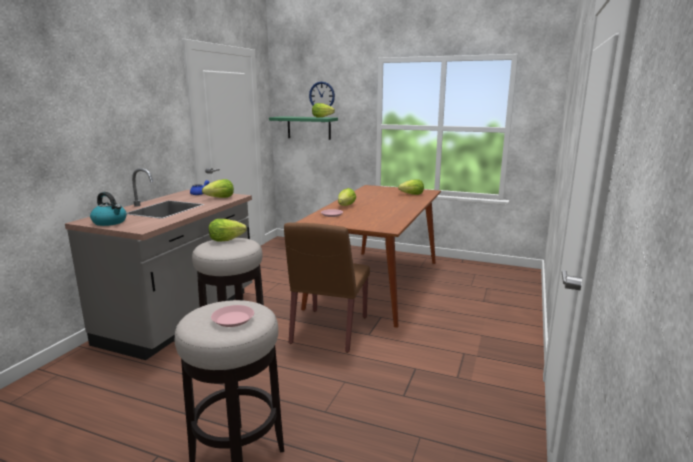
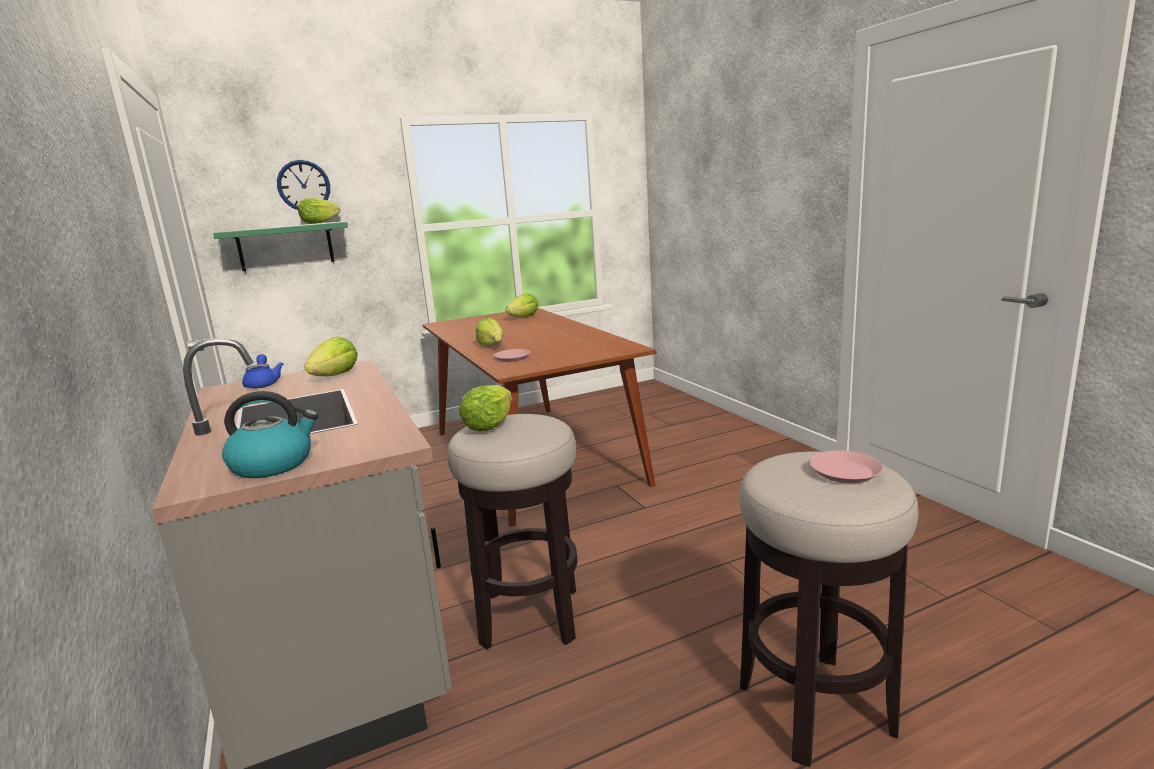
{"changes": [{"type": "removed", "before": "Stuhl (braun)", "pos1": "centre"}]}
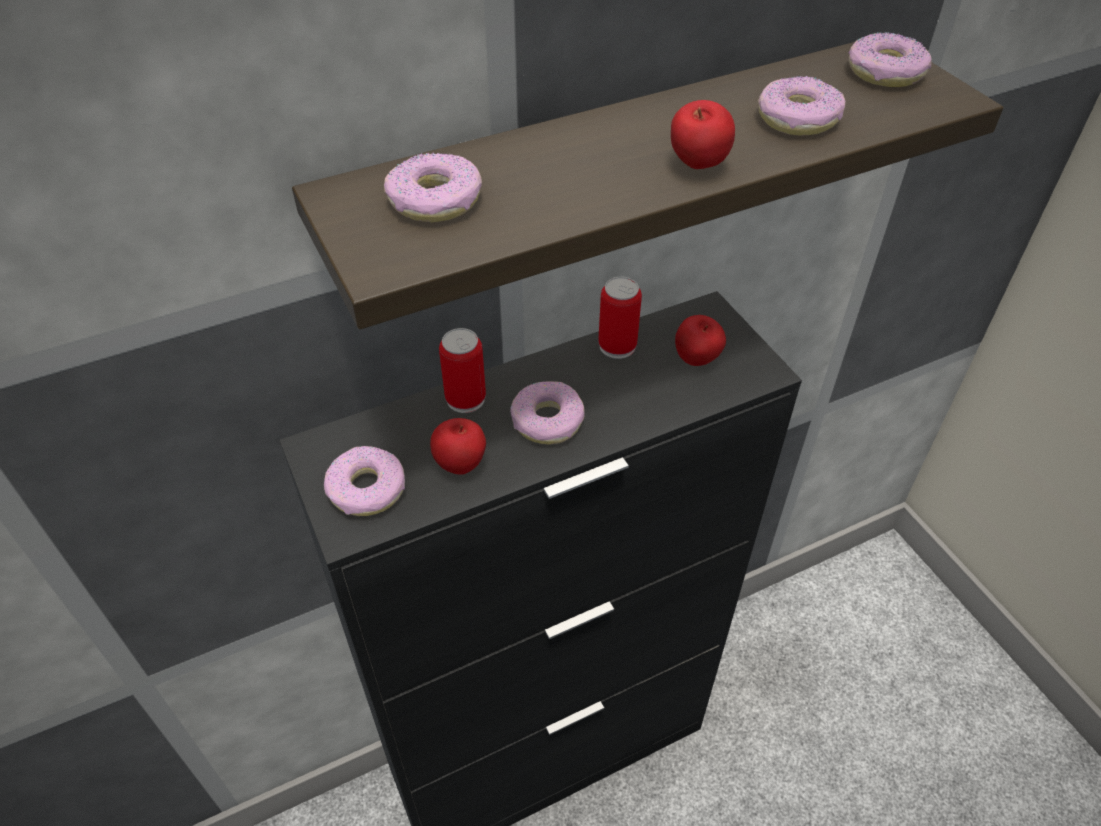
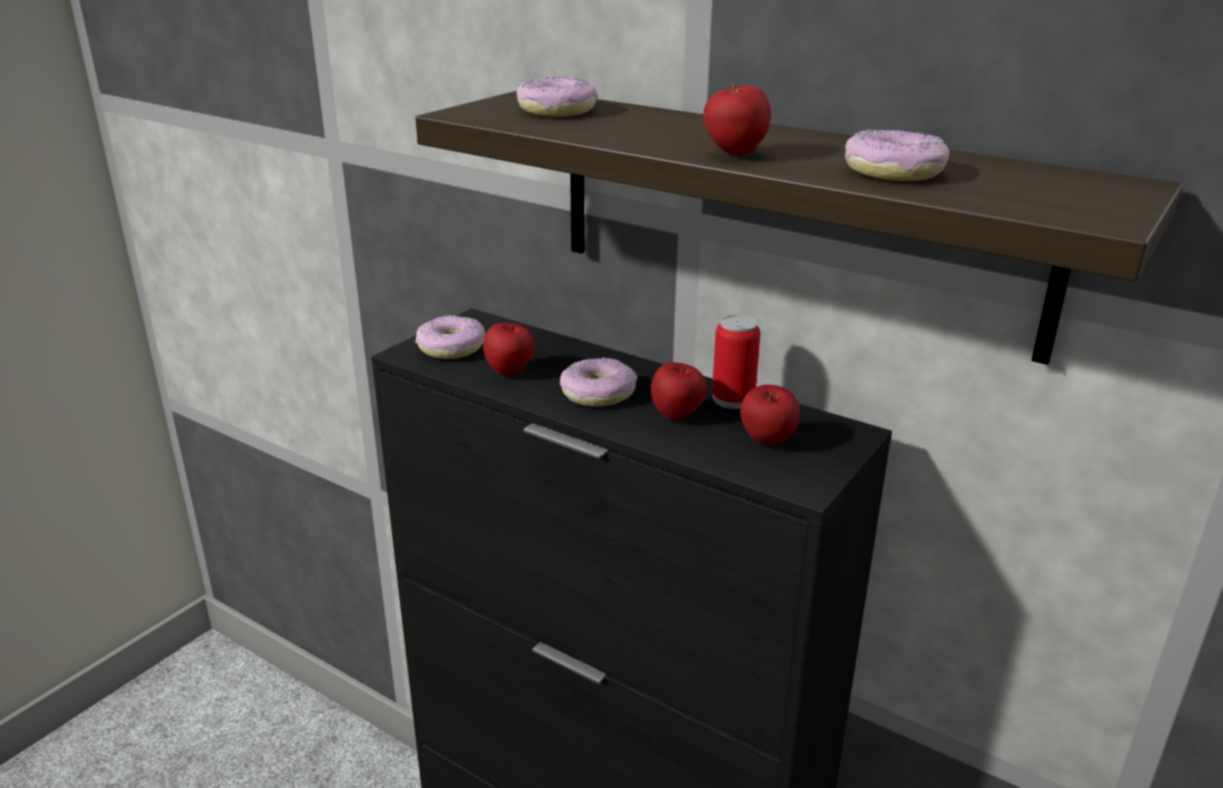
{"changes": [{"type": "removed", "before": "Dose (1st from left)", "pos1": "centre"}, {"type": "removed", "before": "Donut (5th from left)", "pos1": "top right"}, {"type": "added", "after": "Apfel (2nd from left)", "pos2": "centre"}]}
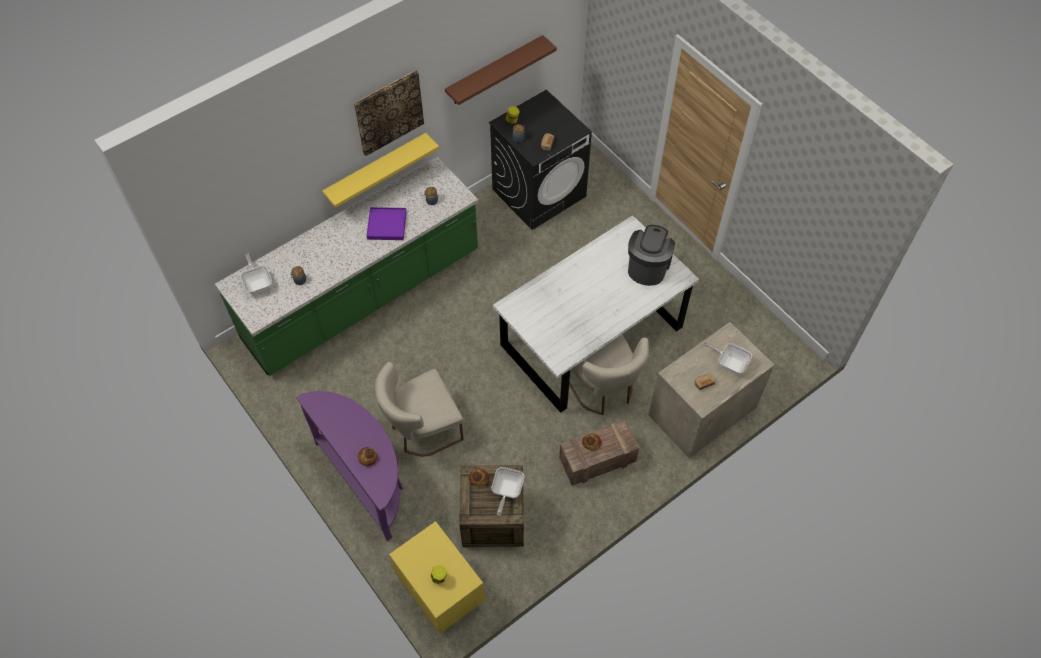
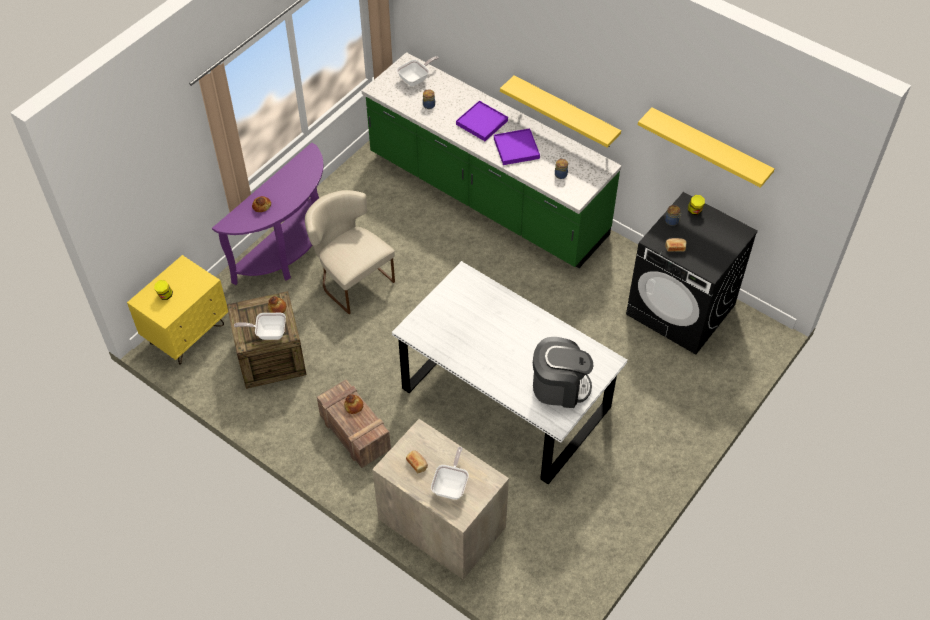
{"changes": [{"type": "removed", "before": "Bild", "pos1": "top centre"}, {"type": "recoloured", "before": "Wandregal (braun)", "after": "Wandregal (gelb) (2nd from left)", "pos1": "top centre", "pos2": "top right"}, {"type": "removed", "before": "Stuhl (beige) (2nd from left)", "pos1": "centre"}, {"type": "added", "after": "Tablett (lila) (1st from left)", "pos2": "top centre"}]}
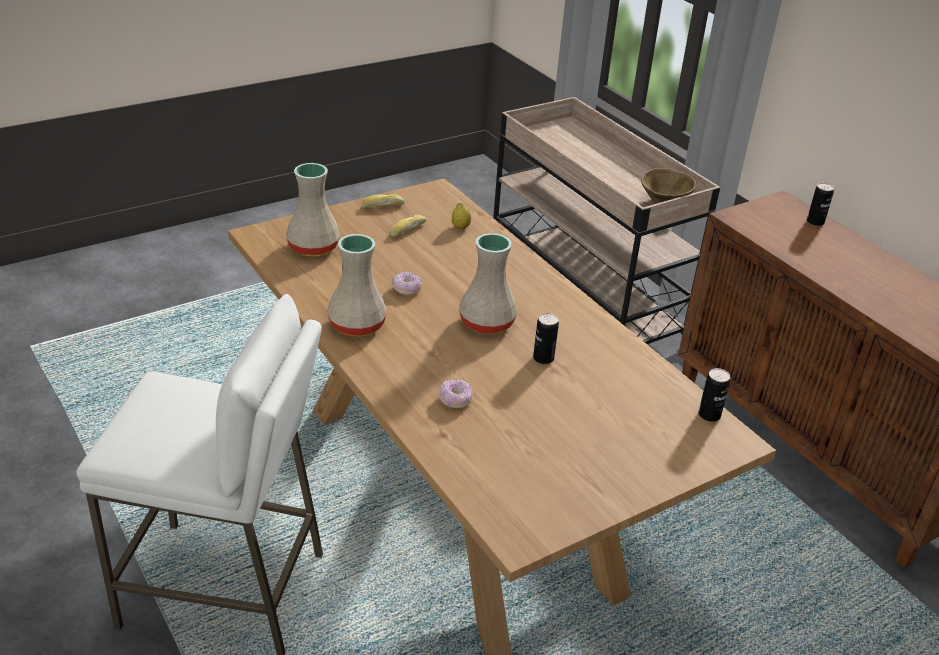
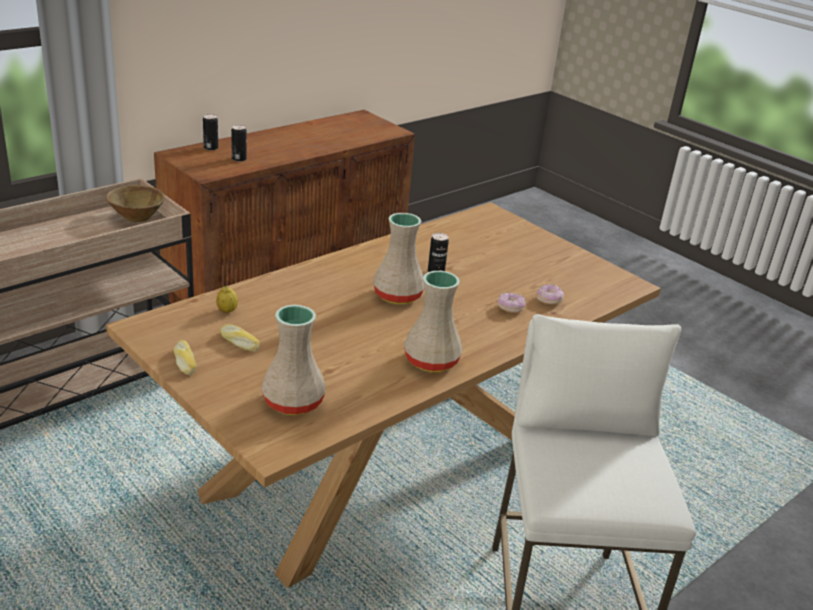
{"changes": [{"type": "moved", "before": "Donut (1st from left in the first image)", "after": "Donut (2nd from left)", "pos1": "centre", "pos2": "middle right"}, {"type": "moved", "before": "Dose (2nd from left)", "pos1": "middle right", "pos2": "top left"}]}
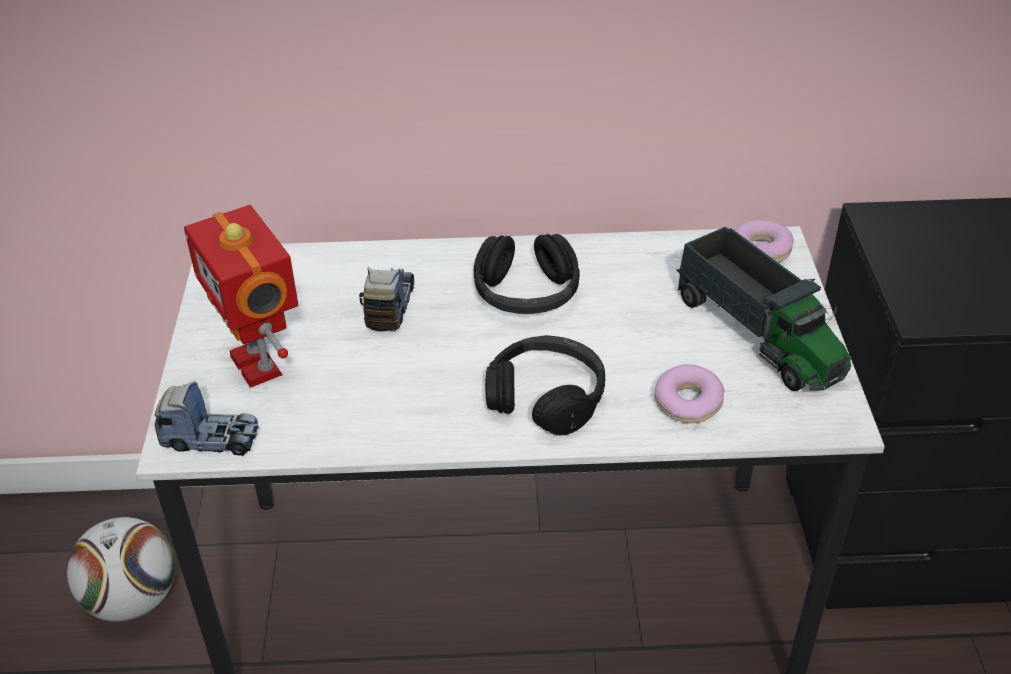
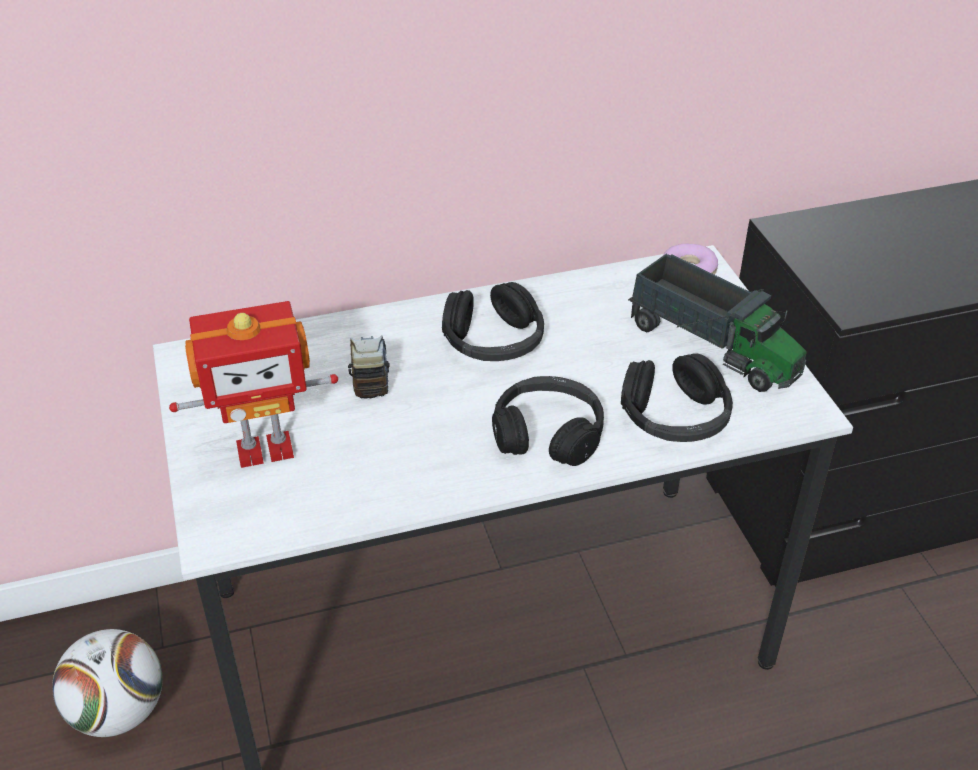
{"changes": [{"type": "removed", "before": "Spielzeuglaster (1st from left)", "pos1": "middle left"}, {"type": "turned", "before": "Spielzeugroboter", "pos1": "middle left", "pos2": "middle left", "turn": -60}, {"type": "replaced", "before": "Donut (1st from left)", "after": "Kopfhörer (schwarz) (3rd from left)", "pos1": "middle right", "pos2": "middle right"}]}
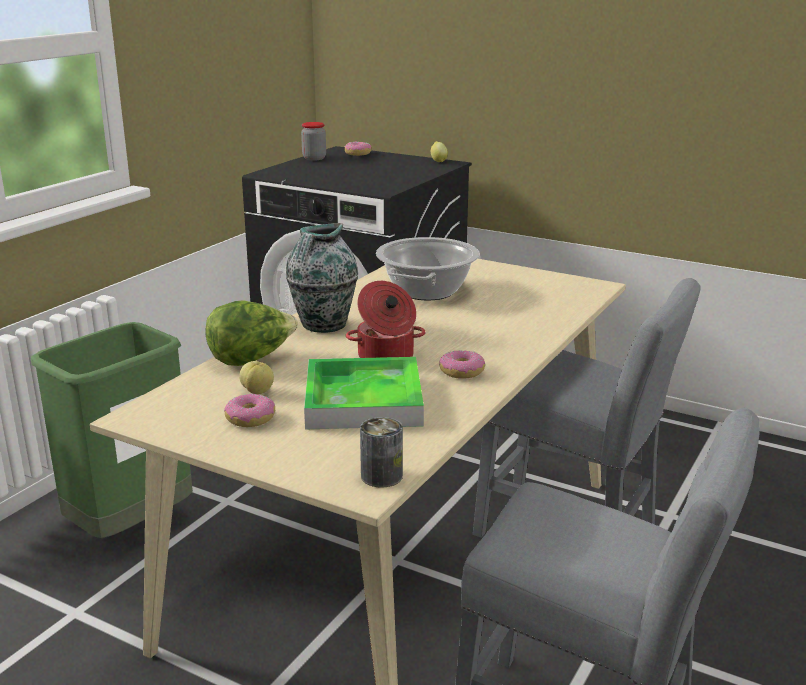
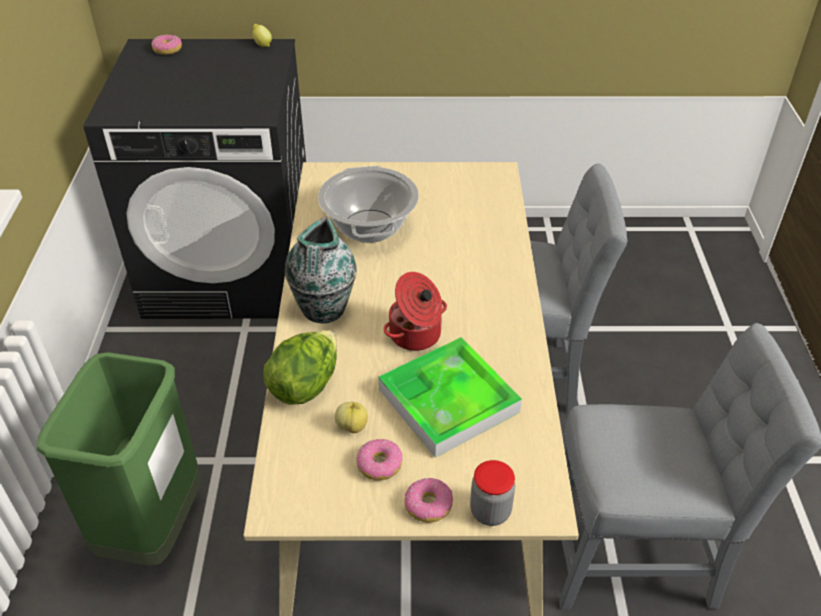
{"changes": [{"type": "moved", "before": "Vorratsglas", "pos1": "top centre", "pos2": "bottom centre"}, {"type": "removed", "before": "Dose", "pos1": "centre"}, {"type": "moved", "before": "Donut (3rd from left)", "pos1": "centre", "pos2": "bottom centre"}]}
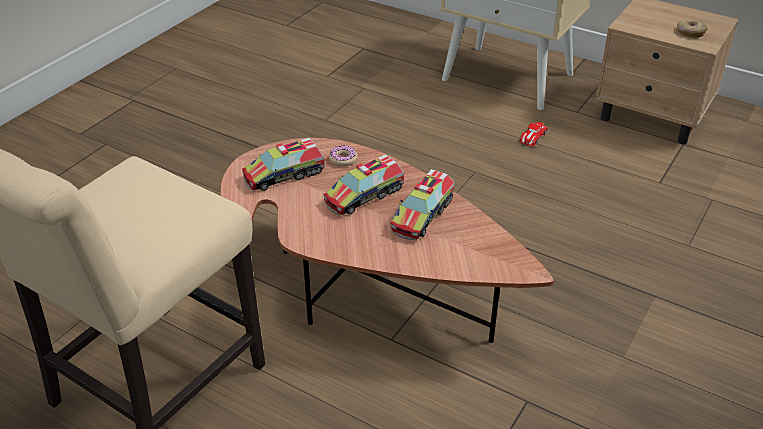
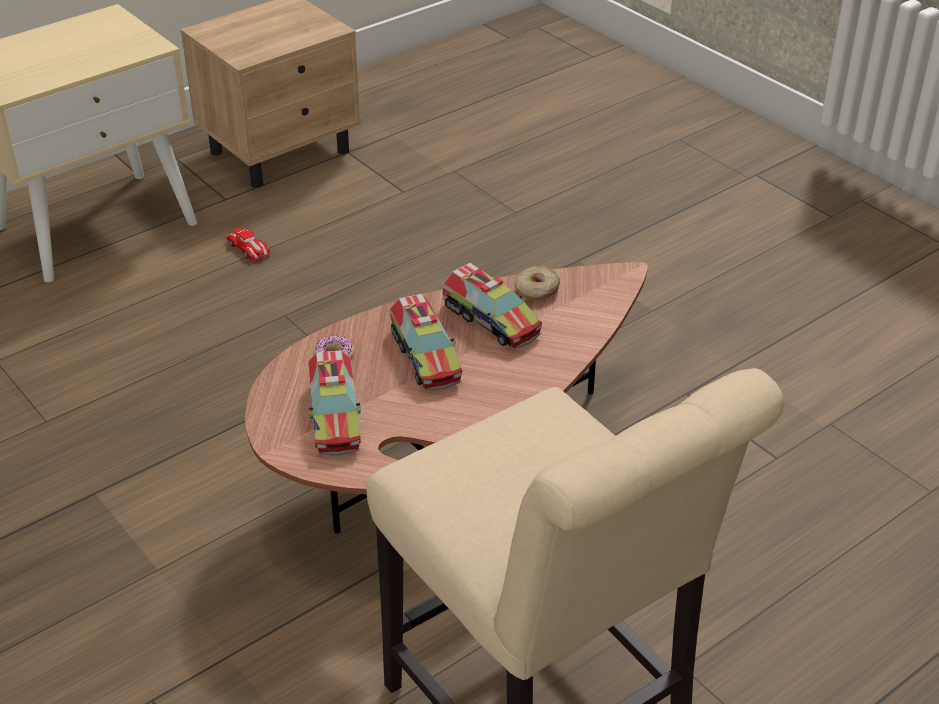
{"changes": [{"type": "moved", "before": "Donut (2nd from left)", "pos1": "top right", "pos2": "centre"}]}
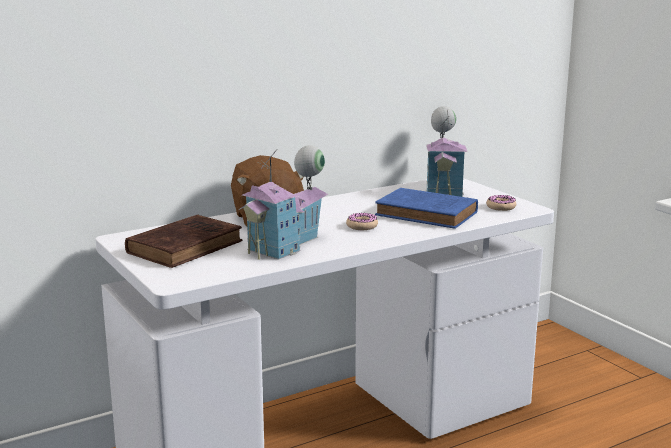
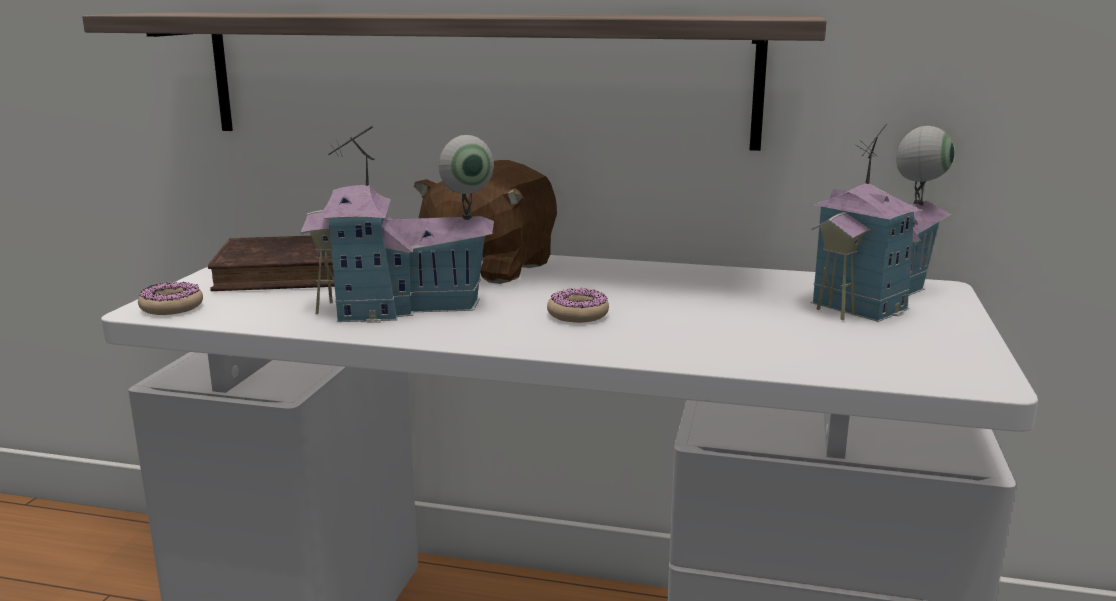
{"changes": [{"type": "removed", "before": "Buch (blau)", "pos1": "centre"}, {"type": "moved", "before": "Donut (2nd from left in the first image)", "after": "Donut (1st from left)", "pos1": "middle right", "pos2": "middle left"}, {"type": "added", "after": "Wandregal", "pos2": "top centre"}]}
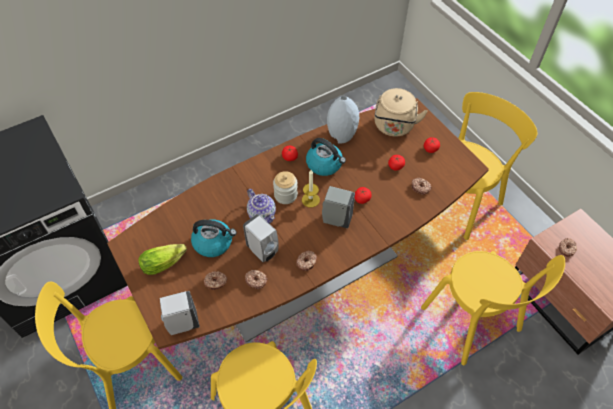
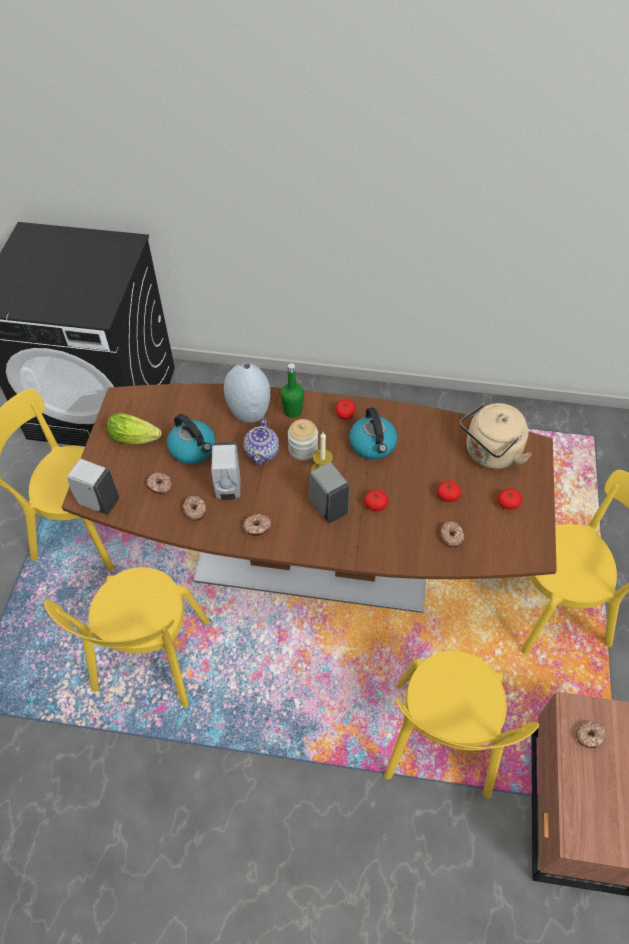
{"changes": [{"type": "moved", "before": "Vase (grau)", "pos1": "top centre", "pos2": "centre"}, {"type": "added", "after": "Flasche (grün)", "pos2": "centre"}]}
